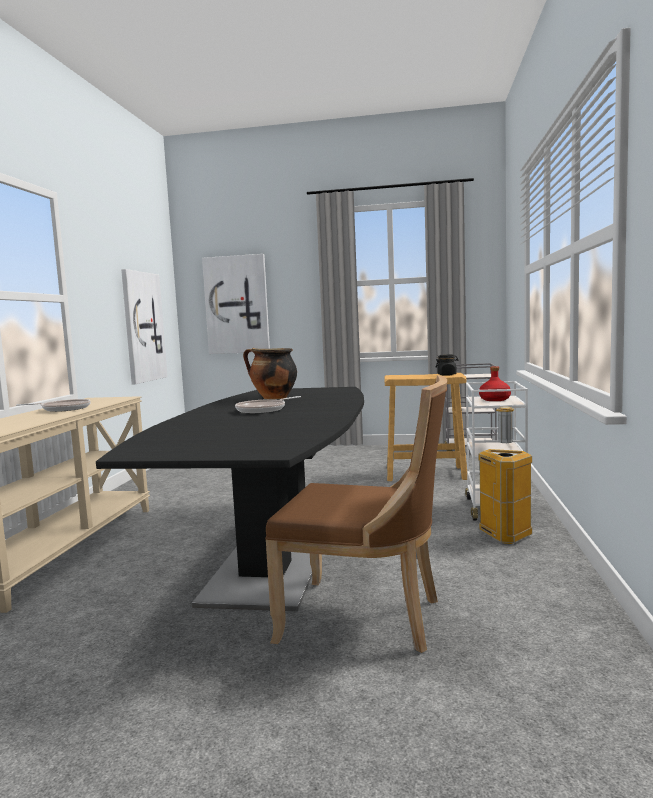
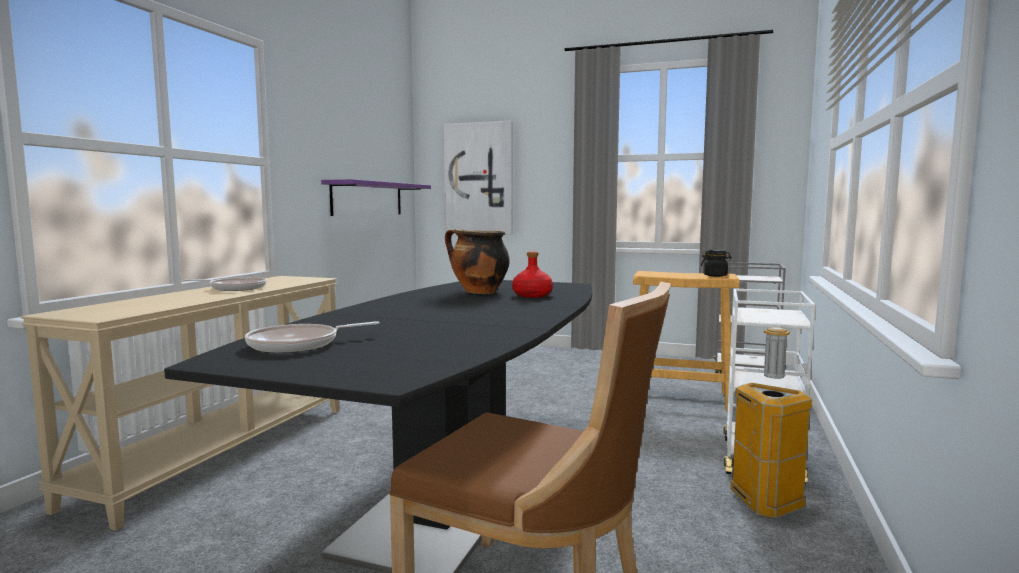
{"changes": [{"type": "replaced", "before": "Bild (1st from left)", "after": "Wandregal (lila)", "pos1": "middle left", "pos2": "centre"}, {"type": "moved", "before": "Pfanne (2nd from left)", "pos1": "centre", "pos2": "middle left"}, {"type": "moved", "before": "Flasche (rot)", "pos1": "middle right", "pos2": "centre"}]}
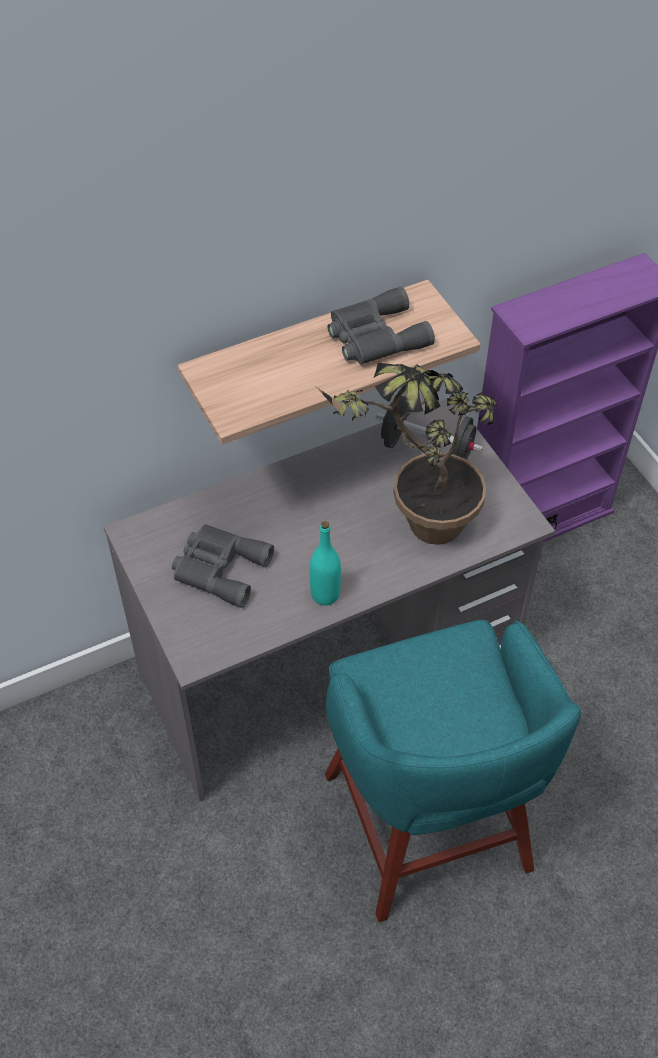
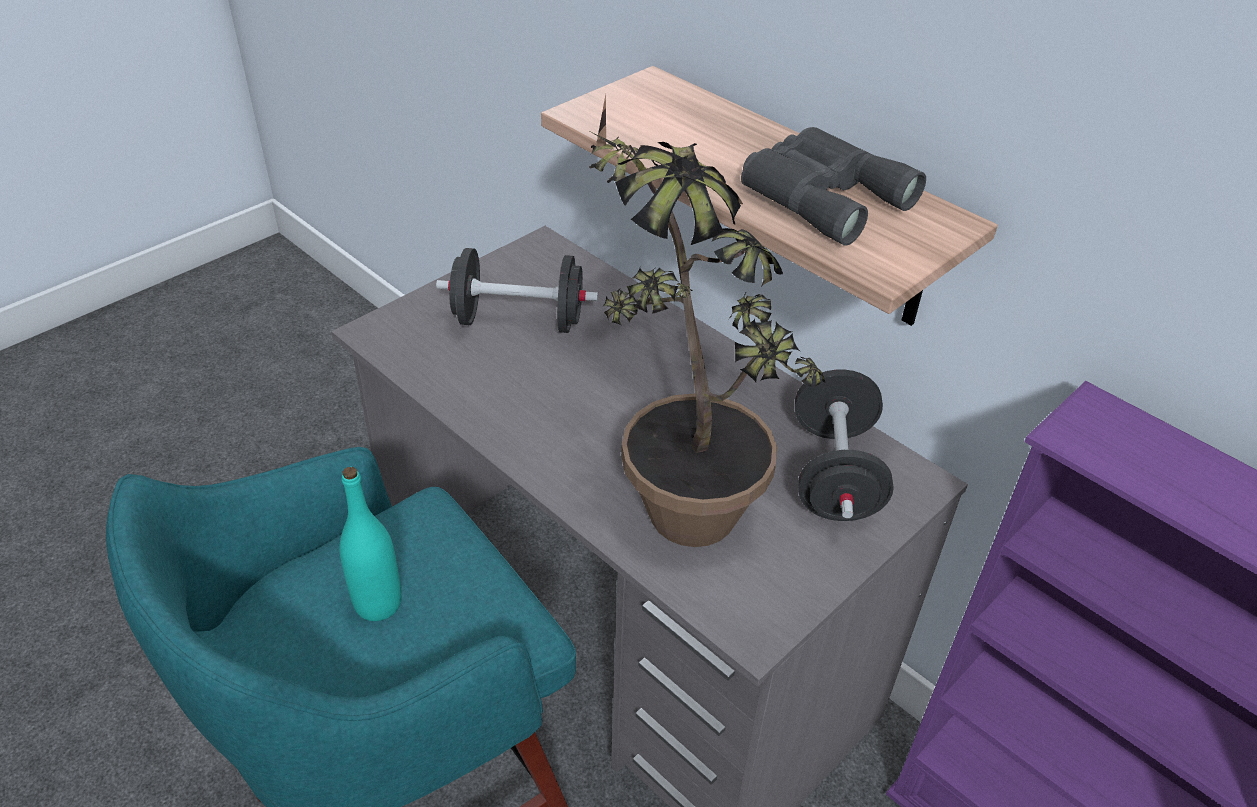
{"changes": [{"type": "replaced", "before": "Fernglas (grau) (1st from left)", "after": "Hantel (schwarz) (1st from left)", "pos1": "centre", "pos2": "centre"}, {"type": "moved", "before": "Flasche (türkis)", "pos1": "centre", "pos2": "bottom left"}]}
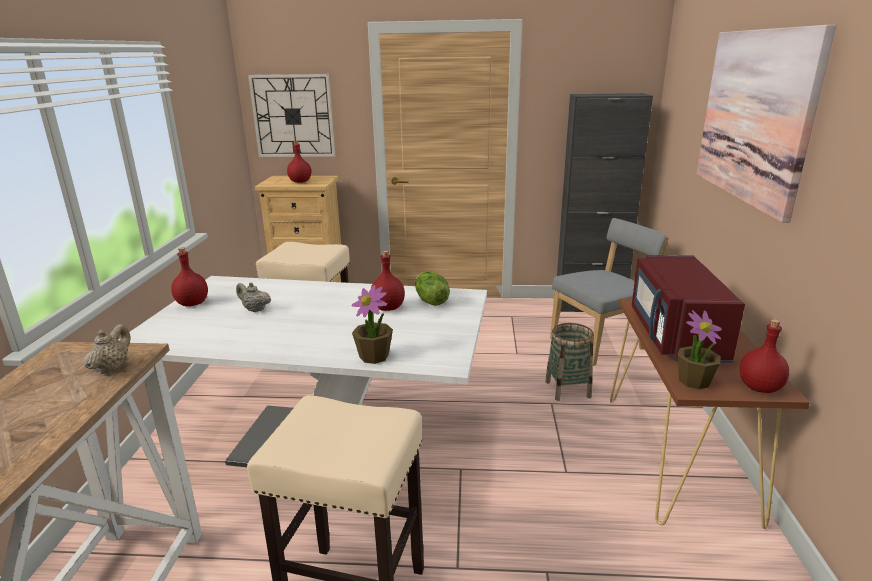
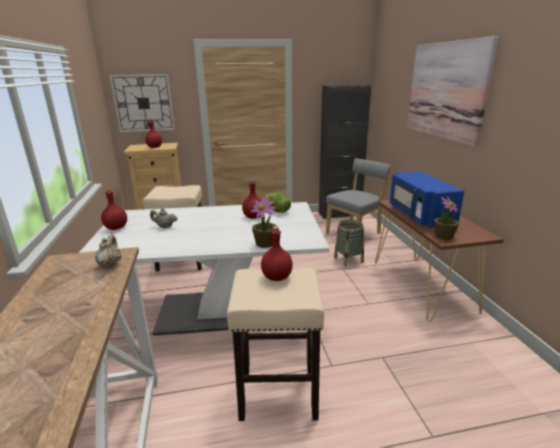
{"changes": [{"type": "recoloured", "before": "Mikrowelle (rot)", "after": "Mikrowelle (blau)", "pos1": "middle right", "pos2": "middle right"}, {"type": "moved", "before": "Flasche (rot) (4th from left)", "pos1": "middle right", "pos2": "centre"}]}
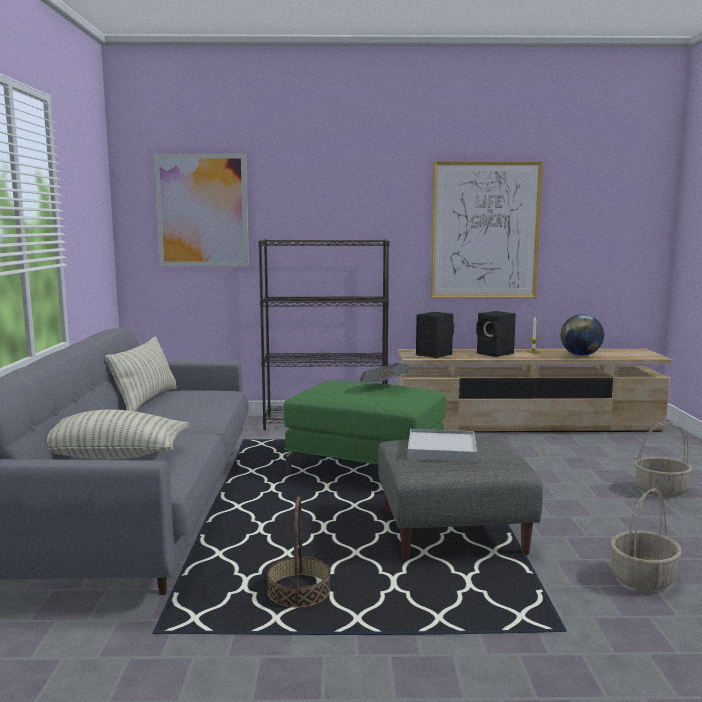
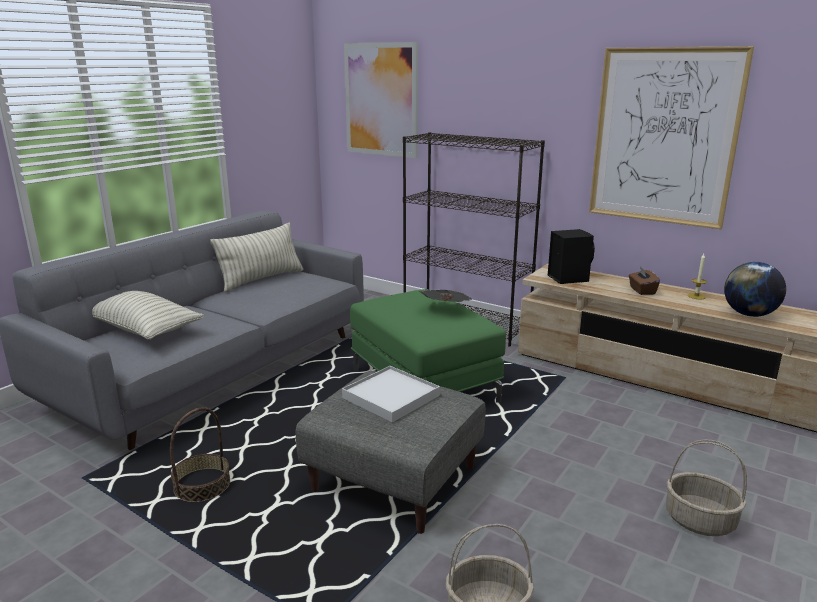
{"changes": [{"type": "replaced", "before": "Lautsprecher (schwarz) (2nd from left)", "after": "Taschentuchbox (braun)", "pos1": "middle right", "pos2": "middle right"}]}
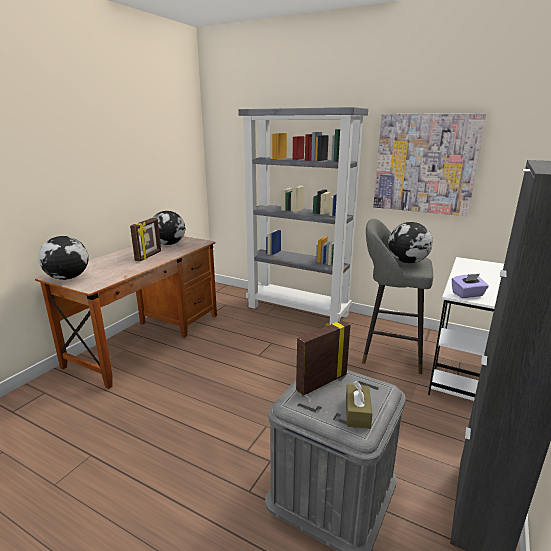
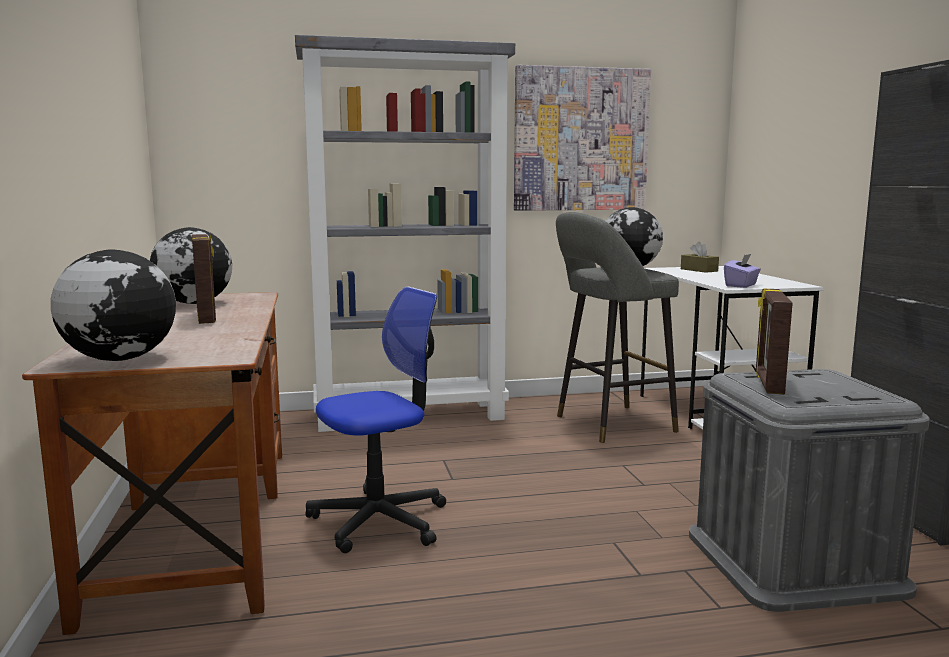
{"changes": [{"type": "moved", "before": "Taschentuchbox (braun)", "pos1": "bottom centre", "pos2": "middle right"}, {"type": "added", "after": "Bürostuhl", "pos2": "centre"}]}
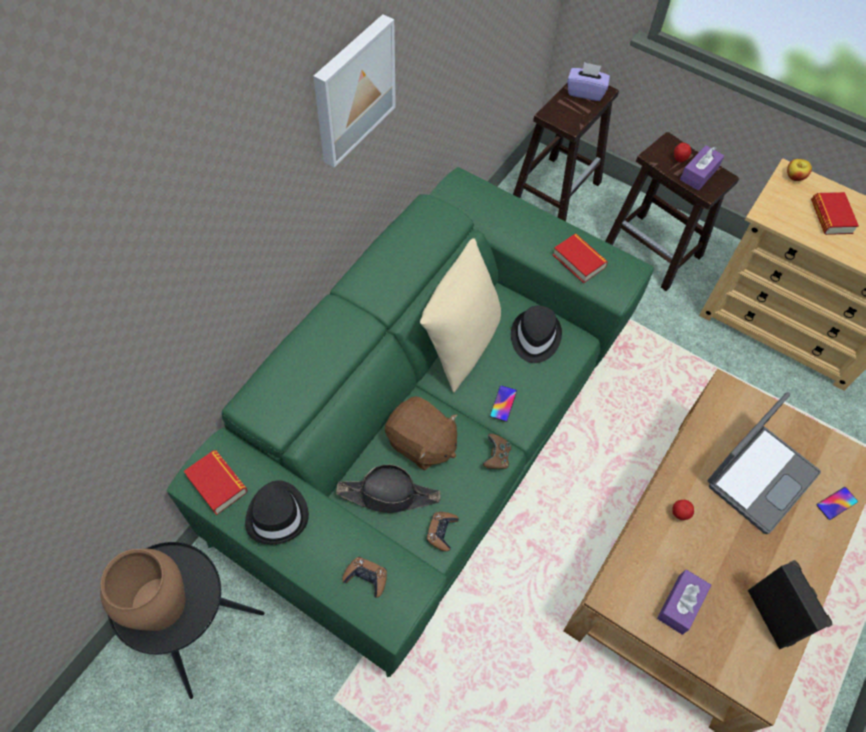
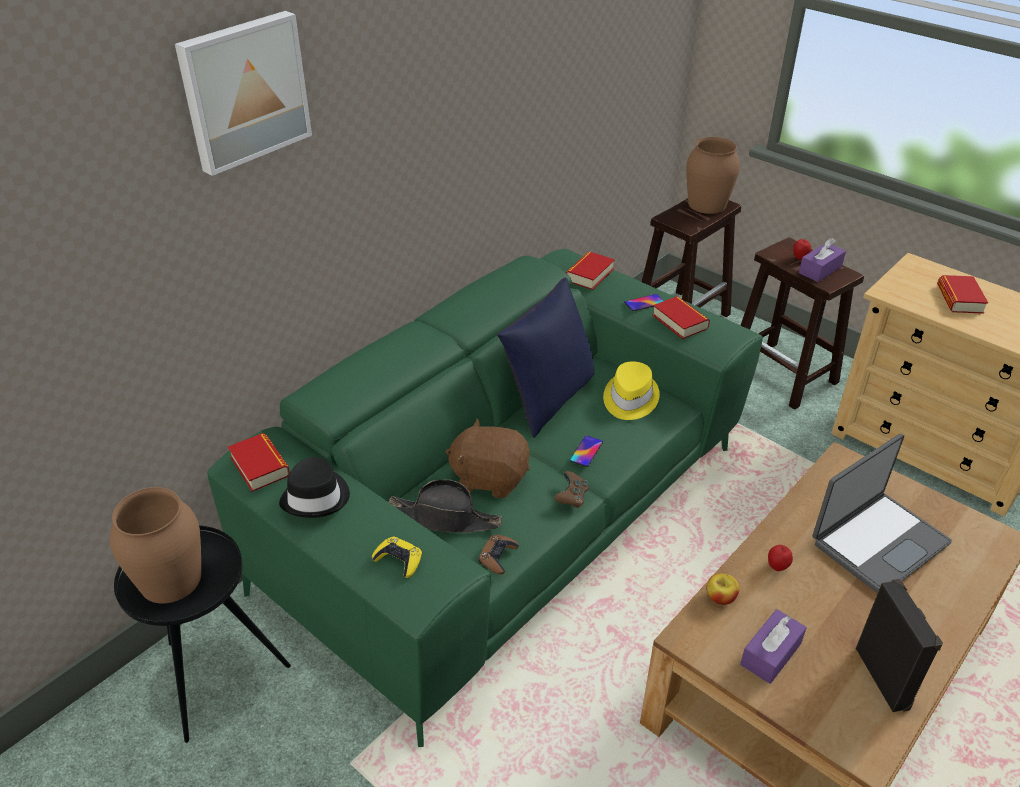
{"changes": [{"type": "moved", "before": "Bild", "pos1": "top centre", "pos2": "top left"}, {"type": "recoloured", "before": "Gamepad (braun) (1st from left)", "after": "Gamepad (gelb)", "pos1": "bottom centre", "pos2": "bottom centre"}, {"type": "turned", "before": "Plüschtier (braun)", "pos1": "centre", "pos2": "centre", "turn": 150}, {"type": "recoloured", "before": "Kissen (beige)", "after": "Kissen (blau)", "pos1": "centre", "pos2": "centre"}, {"type": "recoloured", "before": "Hut (schwarz) (3rd from left)", "after": "Hut (gelb)", "pos1": "centre", "pos2": "centre"}, {"type": "replaced", "before": "Taschentuchbox (lila) (1st from left)", "after": "Vase (braun) (2nd from left)", "pos1": "top right", "pos2": "top right"}, {"type": "moved", "before": "Apfel (3rd from left in the first image)", "after": "Apfel (1st from left)", "pos1": "top right", "pos2": "bottom right"}, {"type": "moved", "before": "Handy (2nd from left)", "pos1": "bottom right", "pos2": "centre"}, {"type": "added", "after": "Buch (2nd from left)", "pos2": "centre"}]}
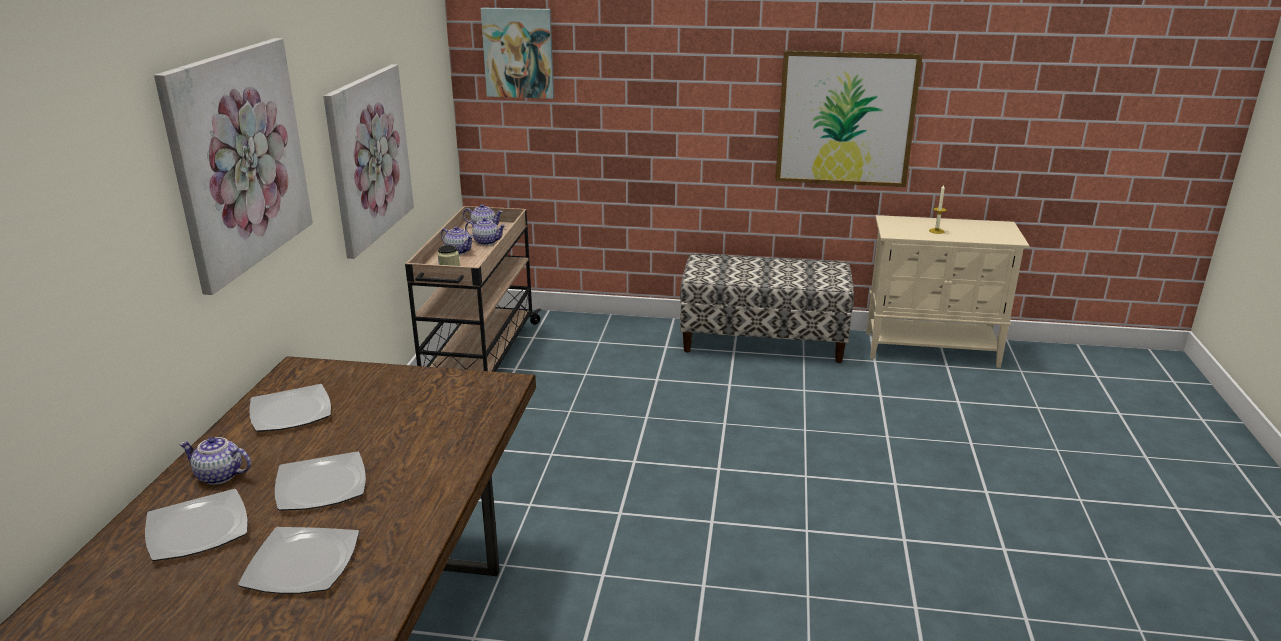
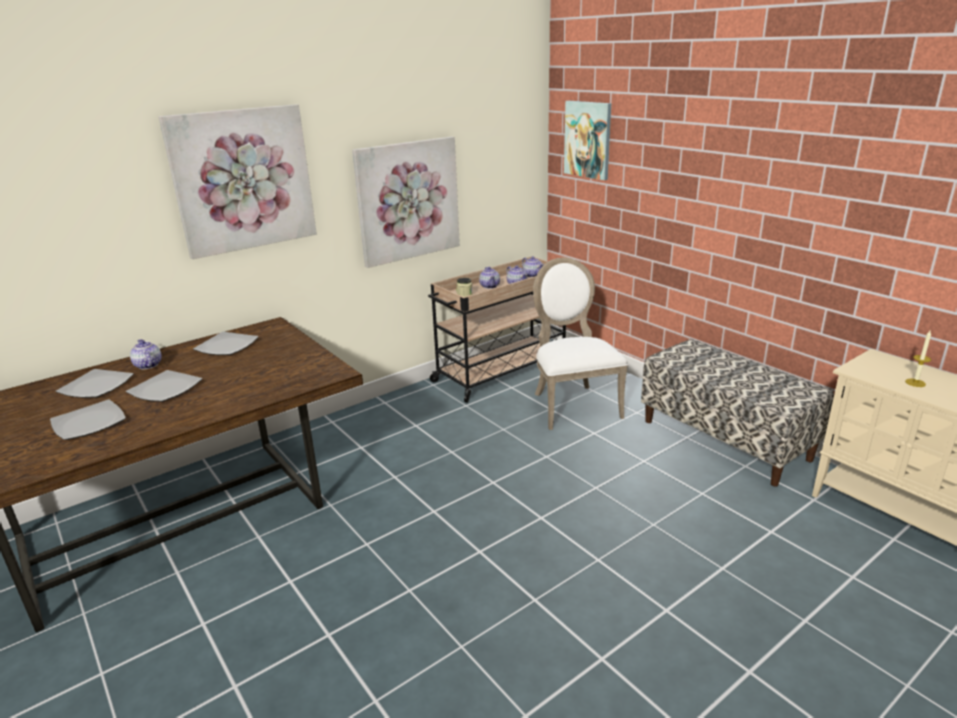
{"changes": [{"type": "removed", "before": "Bild (4th from left)", "pos1": "top centre"}, {"type": "added", "after": "Stuhl (weiß)", "pos2": "centre"}]}
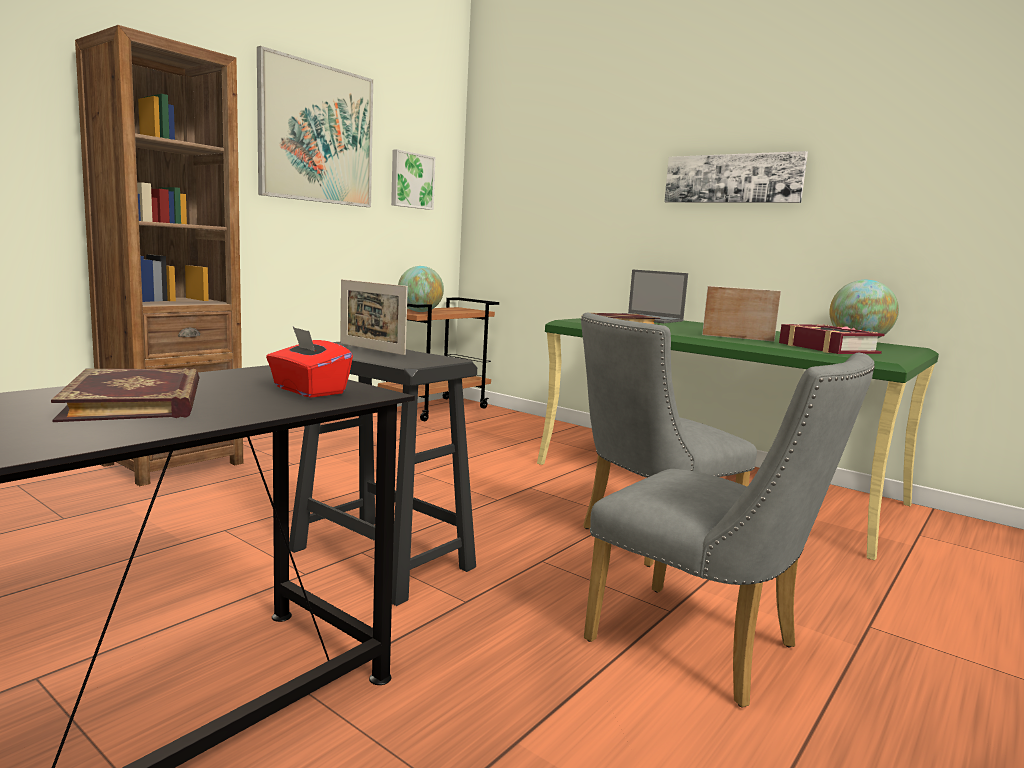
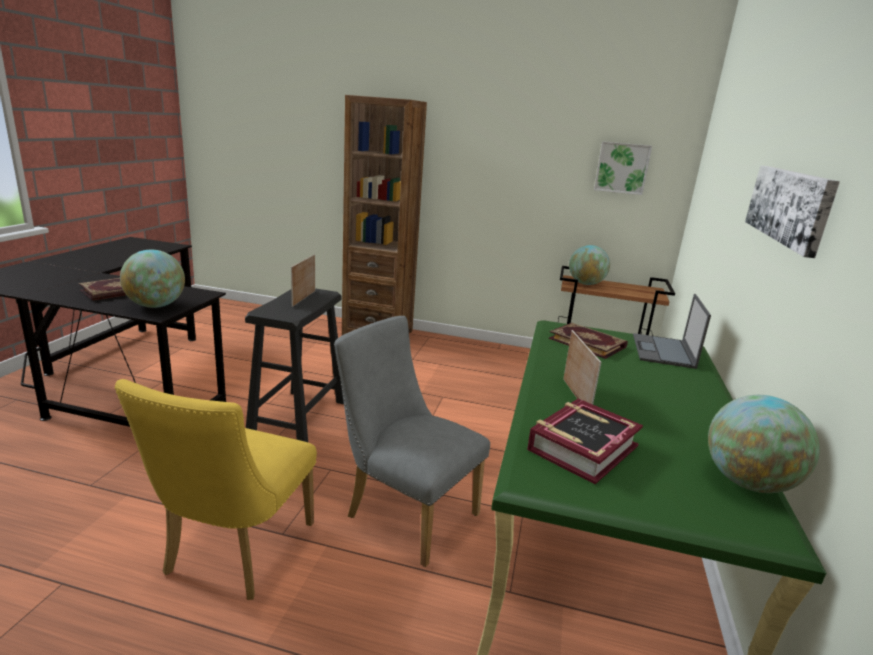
{"changes": [{"type": "removed", "before": "Bild (1st from left)", "pos1": "top left"}, {"type": "replaced", "before": "Taschentuchbox (rot)", "after": "Globus (1st from left)", "pos1": "middle left", "pos2": "middle left"}, {"type": "recoloured", "before": "Stuhl (grau) (2nd from left)", "after": "Stuhl (gelb)", "pos1": "bottom right", "pos2": "bottom left"}]}
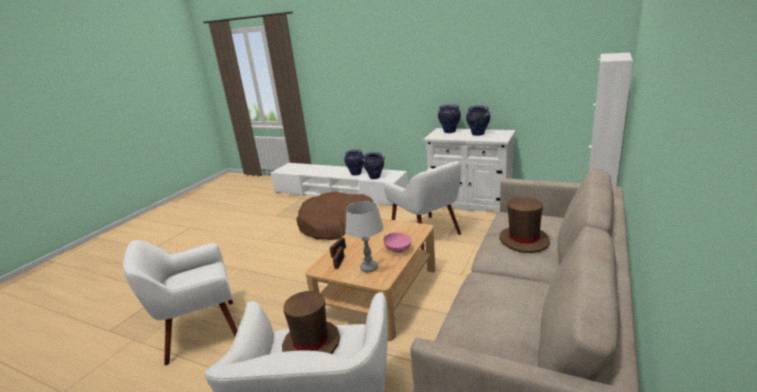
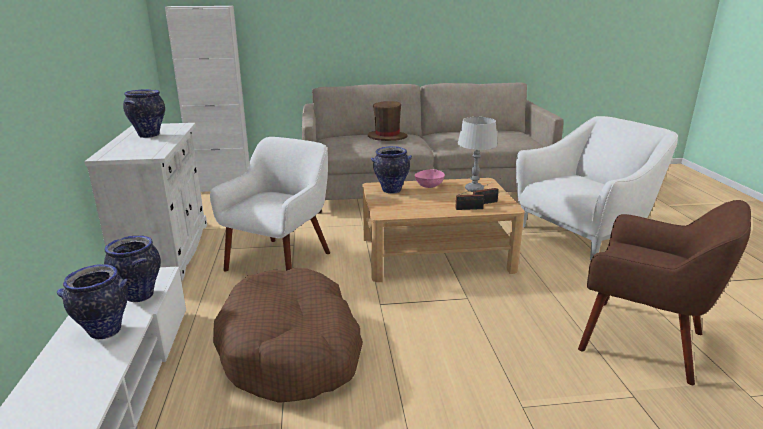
{"changes": [{"type": "recoloured", "before": "Sessel (weiß) (1st from left)", "after": "Sessel (braun)", "pos1": "bottom left", "pos2": "bottom right"}, {"type": "removed", "before": "Hut (braun) (1st from left)", "pos1": "bottom centre"}, {"type": "moved", "before": "Vase (3rd from left in the first image)", "after": "Vase (4th from left)", "pos1": "top centre", "pos2": "centre"}]}
